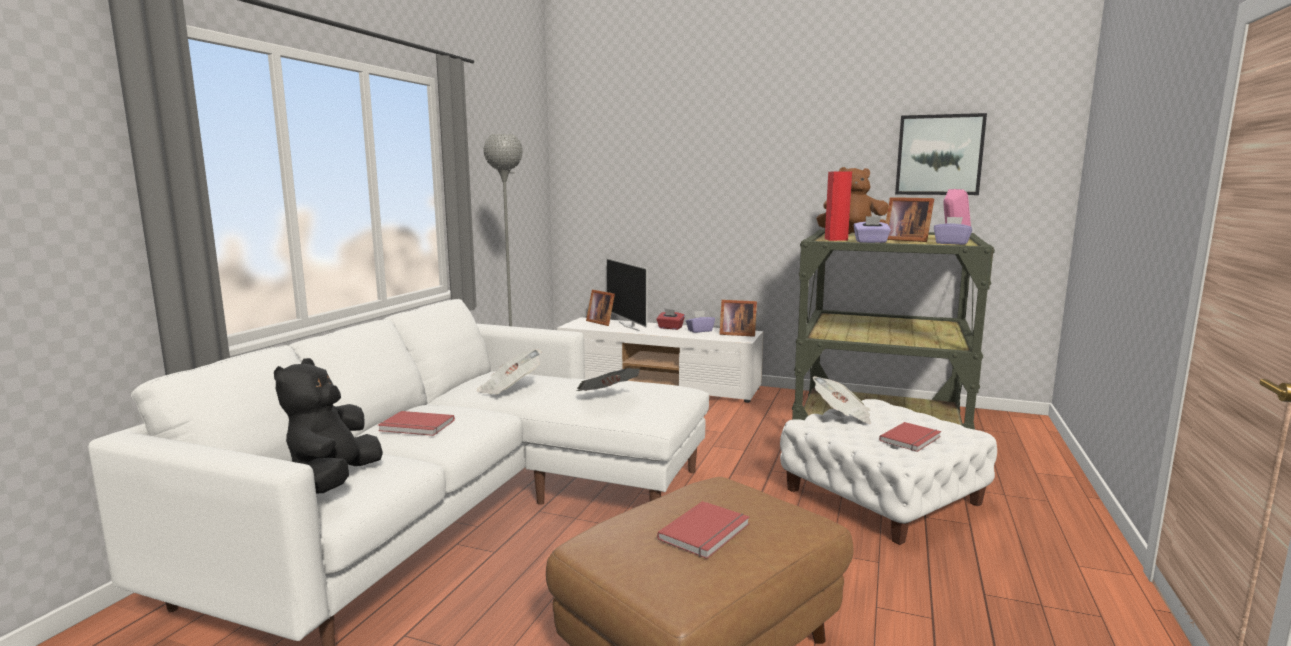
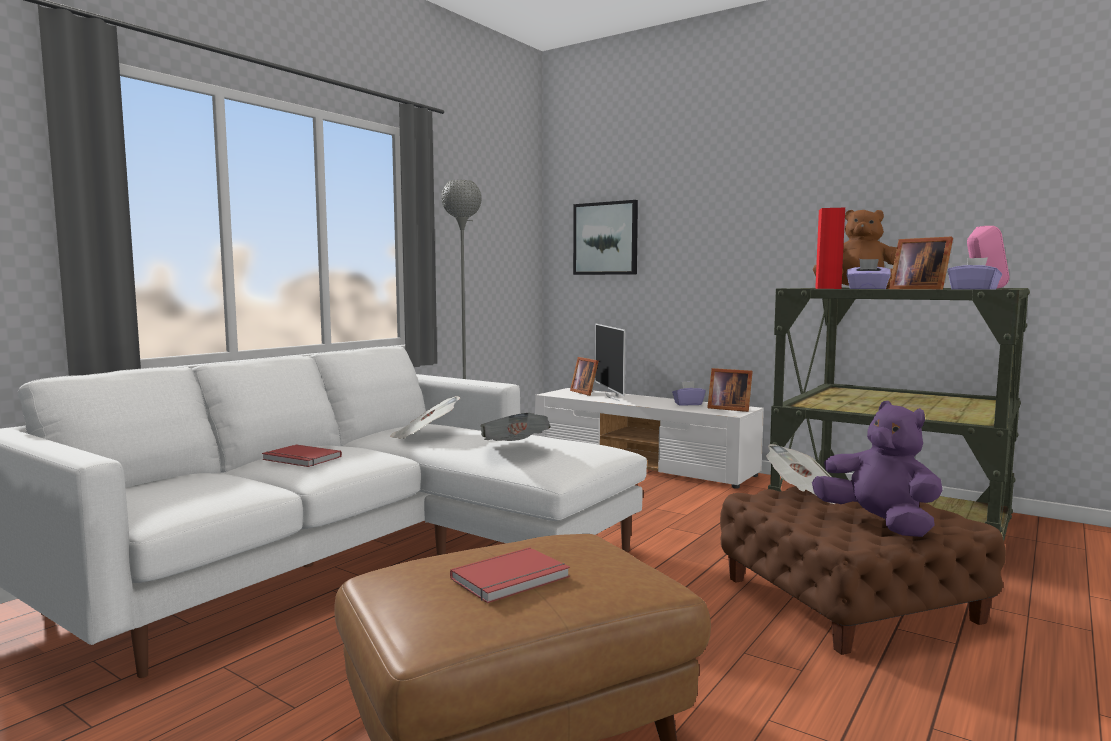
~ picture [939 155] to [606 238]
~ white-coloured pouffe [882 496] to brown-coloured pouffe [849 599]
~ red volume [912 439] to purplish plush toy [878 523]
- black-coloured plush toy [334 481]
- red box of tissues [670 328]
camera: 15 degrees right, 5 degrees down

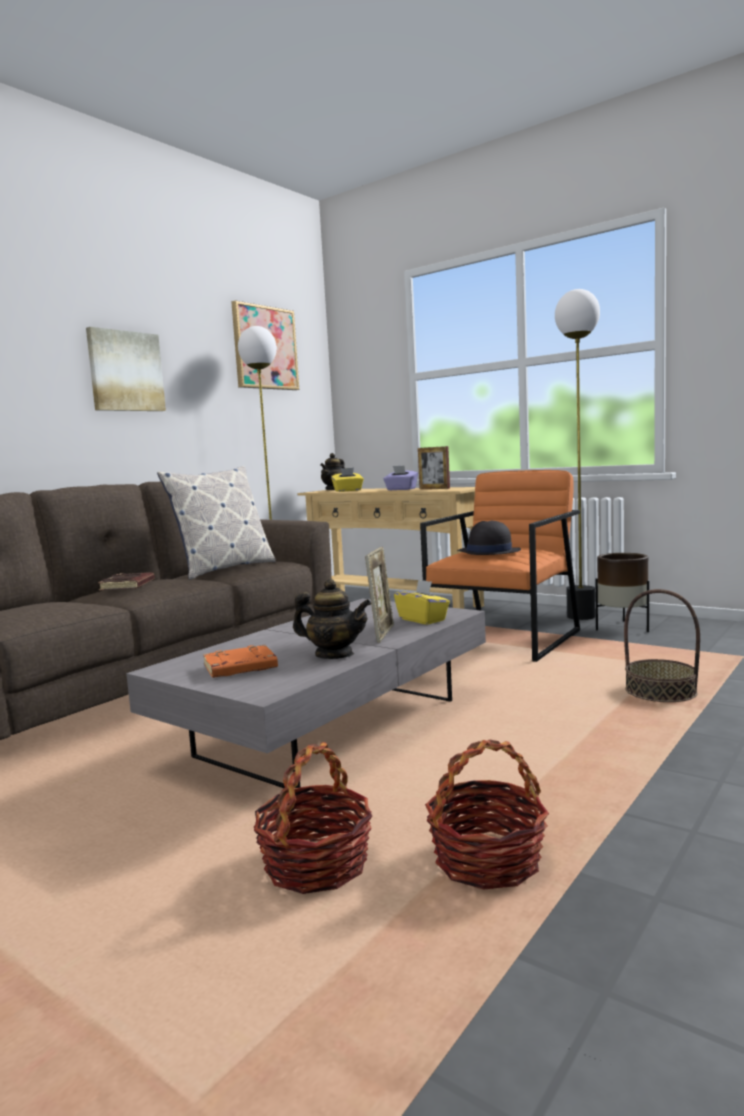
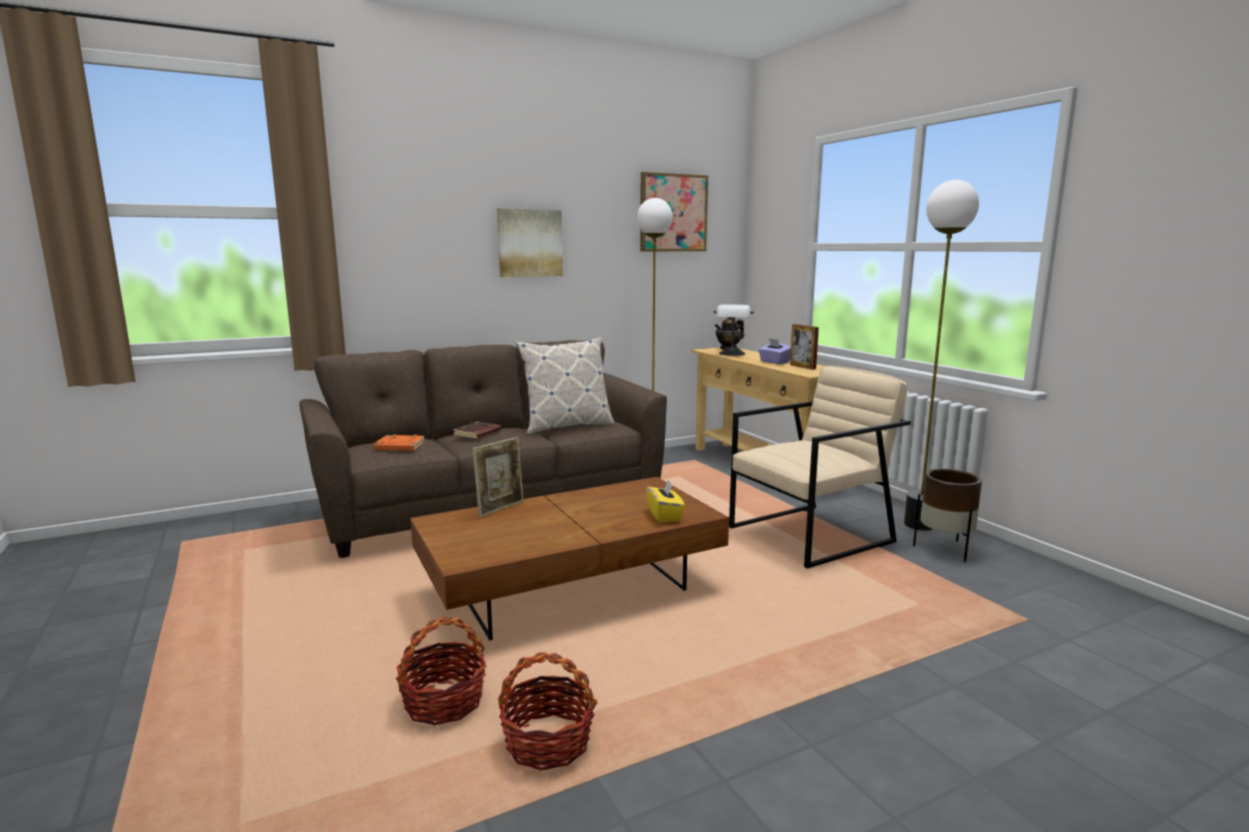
~ orange volume [240 668] to [399 447]
~ greyish coffee table [331 727] to brown-coloured coffee table [571 588]
~ standing frame [382 633] to [500 508]
~ yellow-coloured box of tissues [348 490] to tabletop lamp [732 354]
~ orange easy chair [505 639] to beige-coloured easy chair [811 535]
- tea pot [334 655]
- black-coloured clothing hat [488 552]
- basket [660 691]
camera: 25 degrees right, 5 degrees up

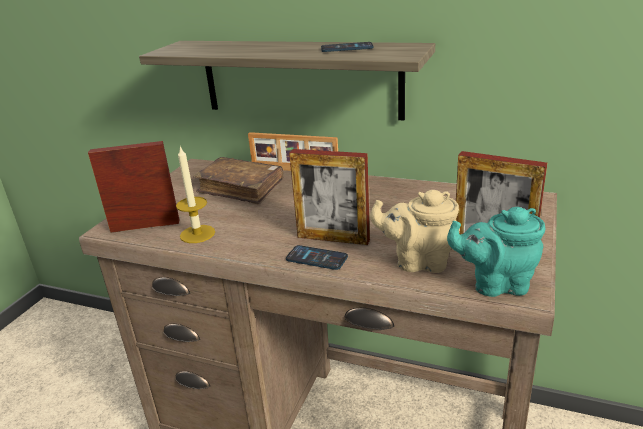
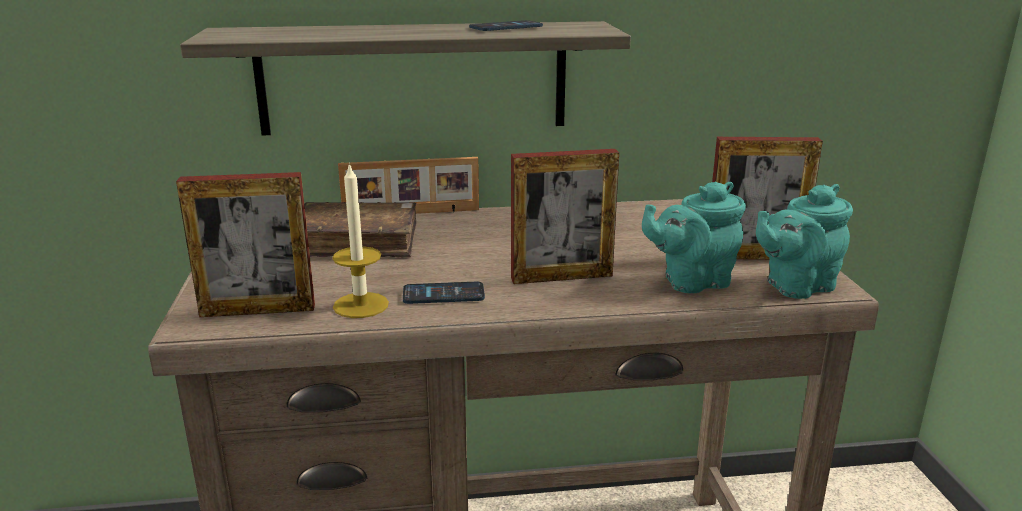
~ standing frame [145 226] = [258 310] 150 degrees counterclockwise
~ phone [316 258] to [443 294]
~ beige-coloured tea pot [418 261] to blue-green tea pot [691 281]
camera: 30 degrees left, 5 degrees down

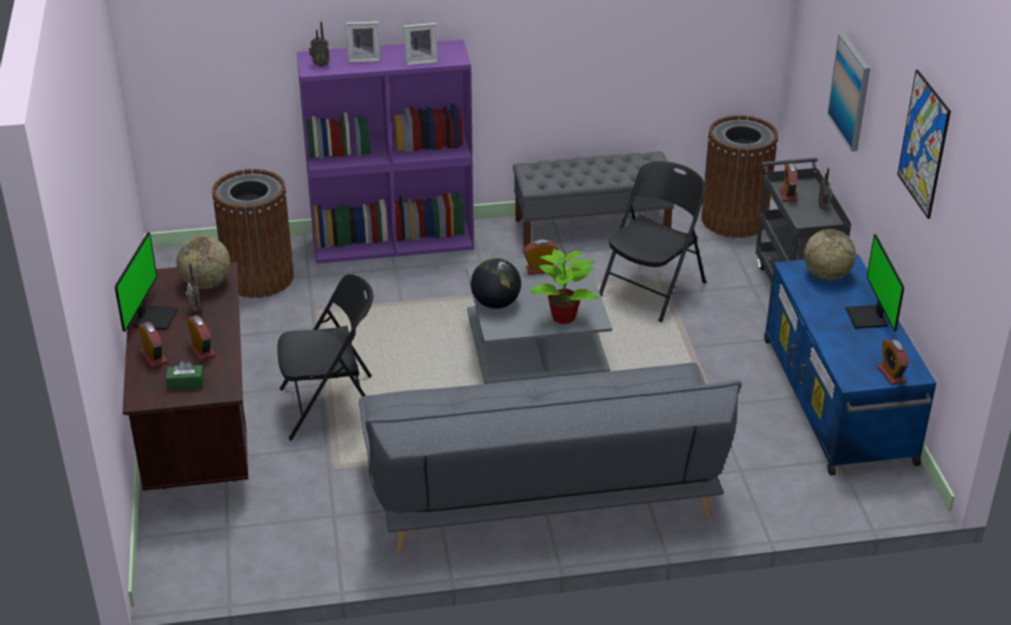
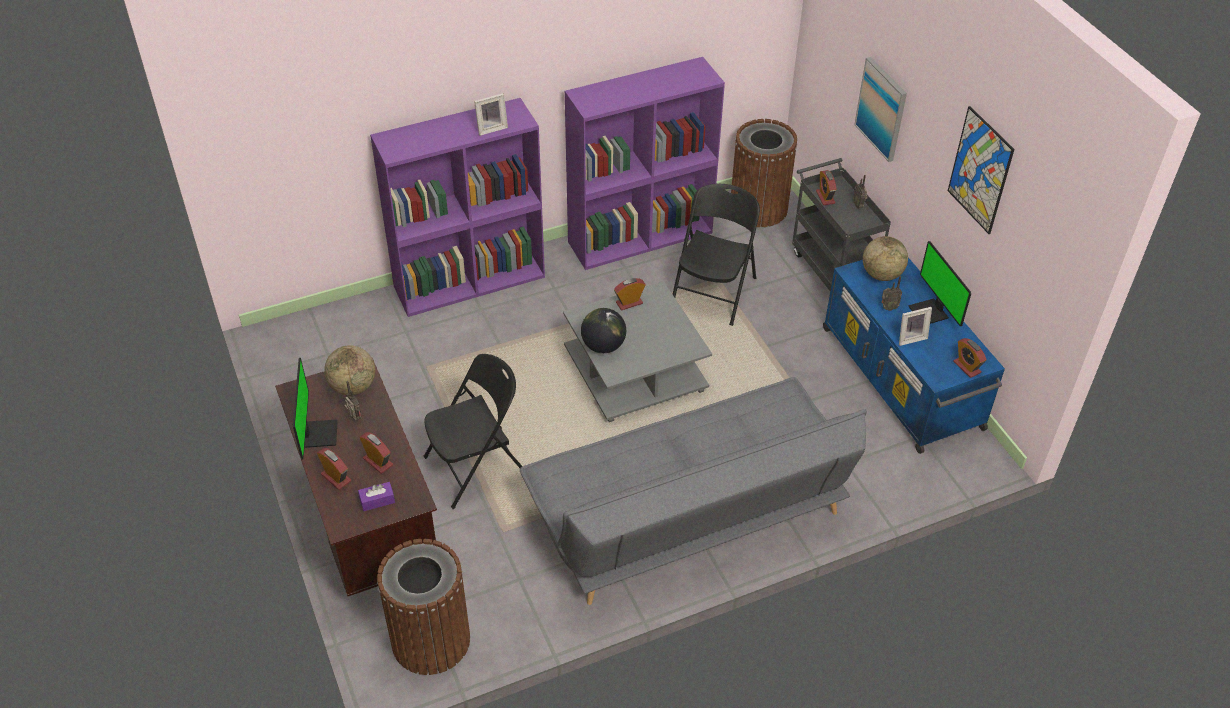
~ green-coloured box of tissues [185 383] to purplish box of tissues [377 500]
~ brown-coloured waste bin [259 277] to [431 640]
~ greyish long seat [592 227] to purplish bookshelf [640 236]
~ radio [320 64] to [888 308]
~ standing frame [364 58] to [910 337]
- potted plant [564 316]
camera: 15 degrees left, 10 degrees up

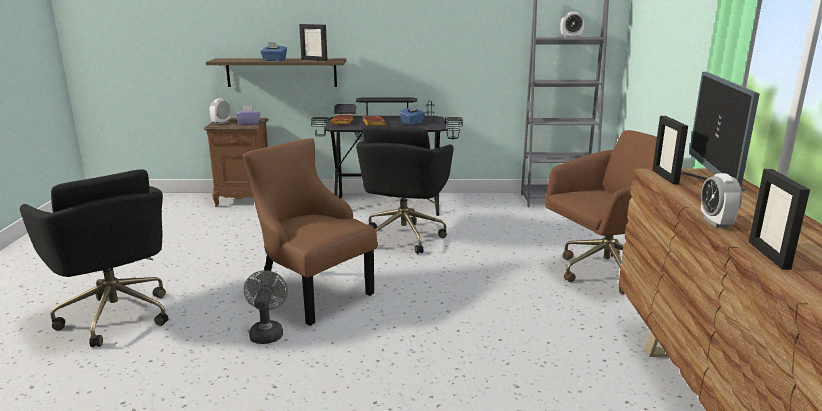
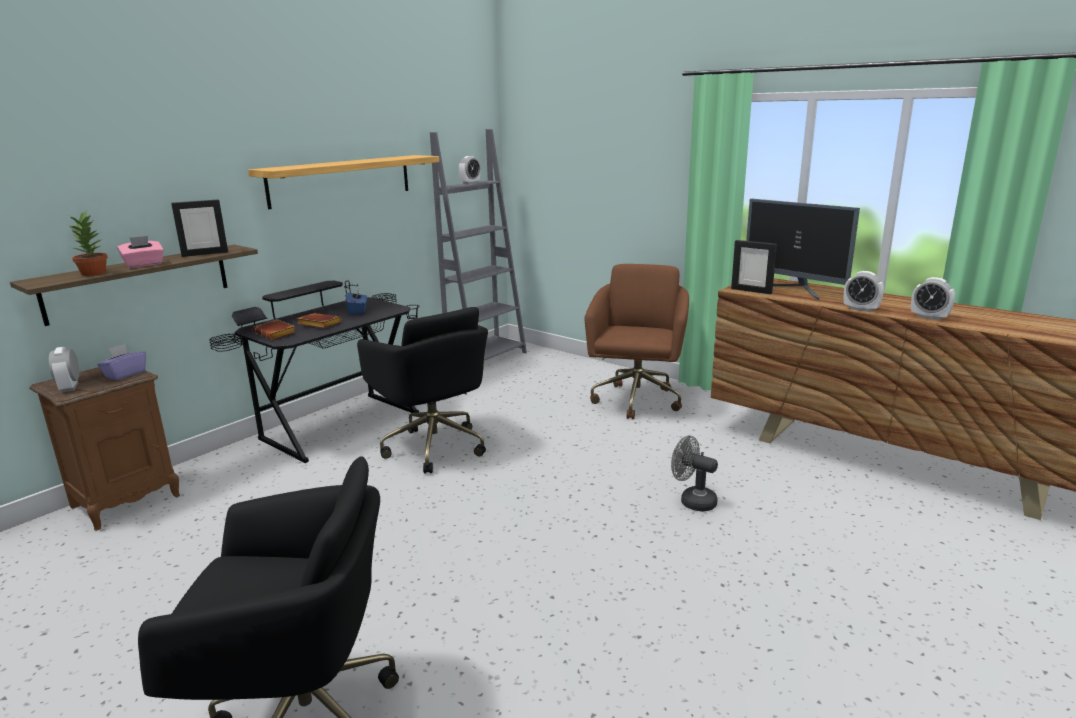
+ potted plant [94 273]
~ blue box of tissues [274 60] to pink box of tissues [144 265]
+ shelf [341 180]
~ greyish cooling fan [267 332] to [692 501]
~ standing frame [770 255] to bedside clock [929 317]
- brown-coloured chair [314 295]
camera: 50 degrees left, 0 degrees up

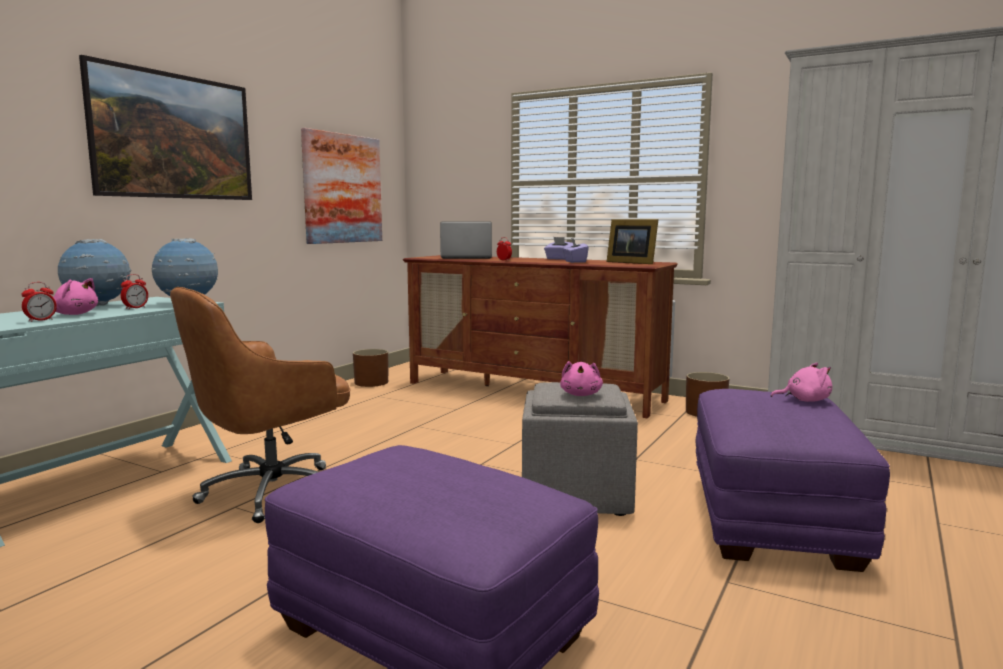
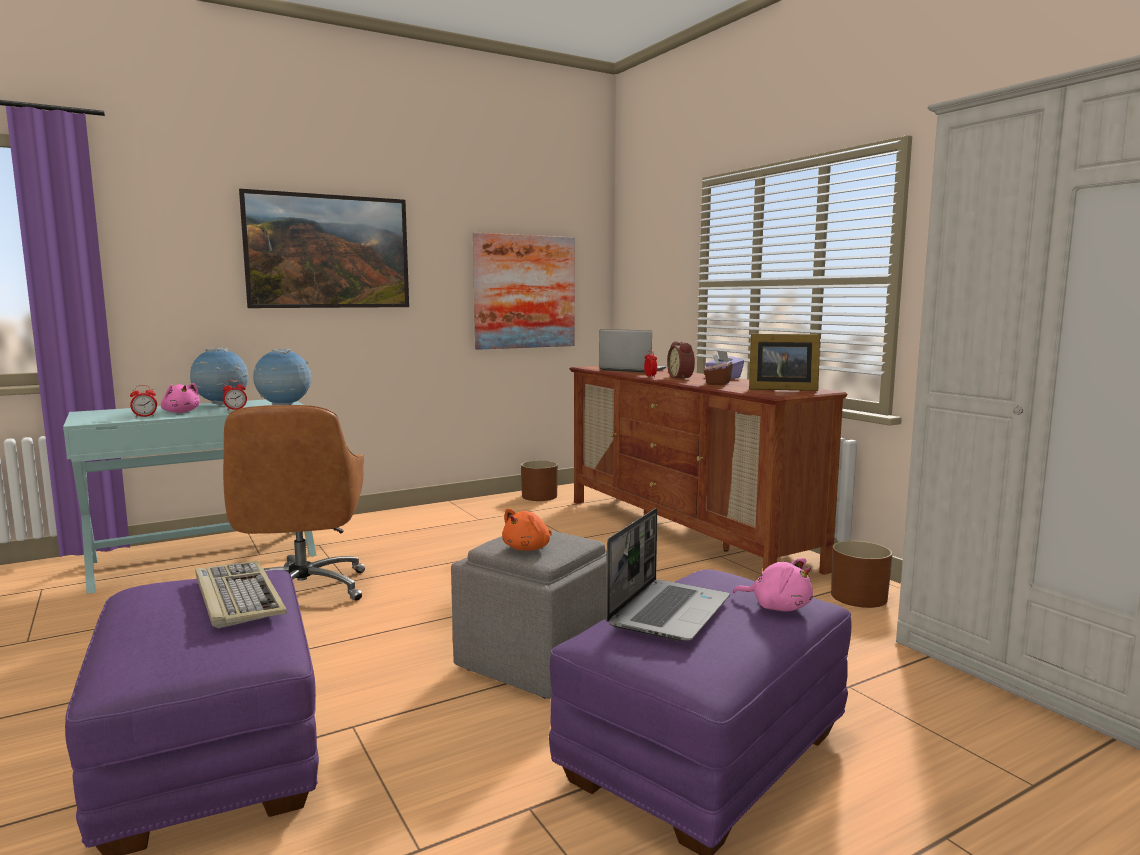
+ PC keyboard [236 597]
~ brown-coloured desk chair [271 491] = [301 590] 90 degrees counterclockwise
~ pink plush toy [581 394] to orange plush toy [528 548]
+ portable computer [668 611]
+ bedside clock [682 378]
~ purplish box of tissues [574 262] to brown-coloured box of tissues [717 383]
~ standing frame [631 262] = [780 389] 60 degrees counterclockwise
camera: 30 degrees right, 0 degrees up

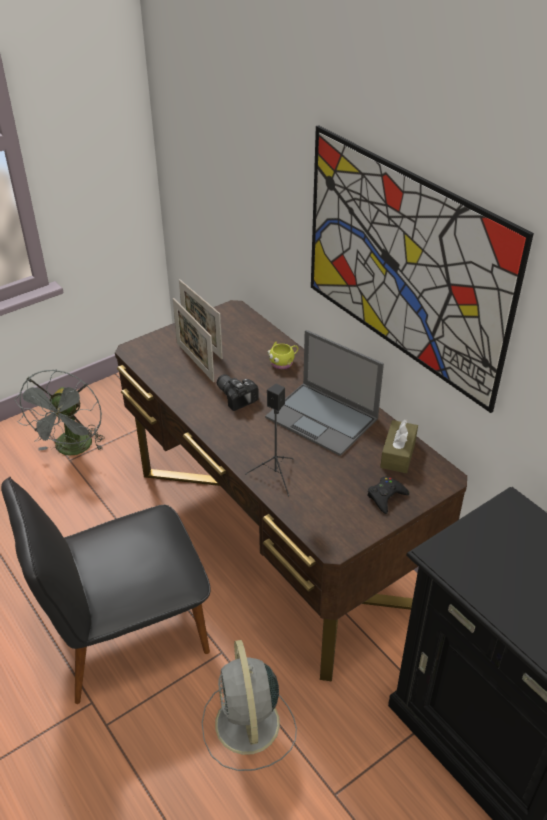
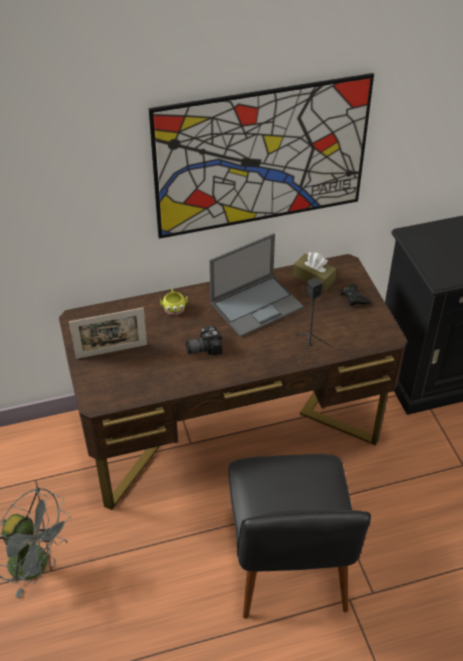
- standing frame [195 362]
- greyish cooling fan [248 726]
camera: 70 degrees left, 5 degrees up

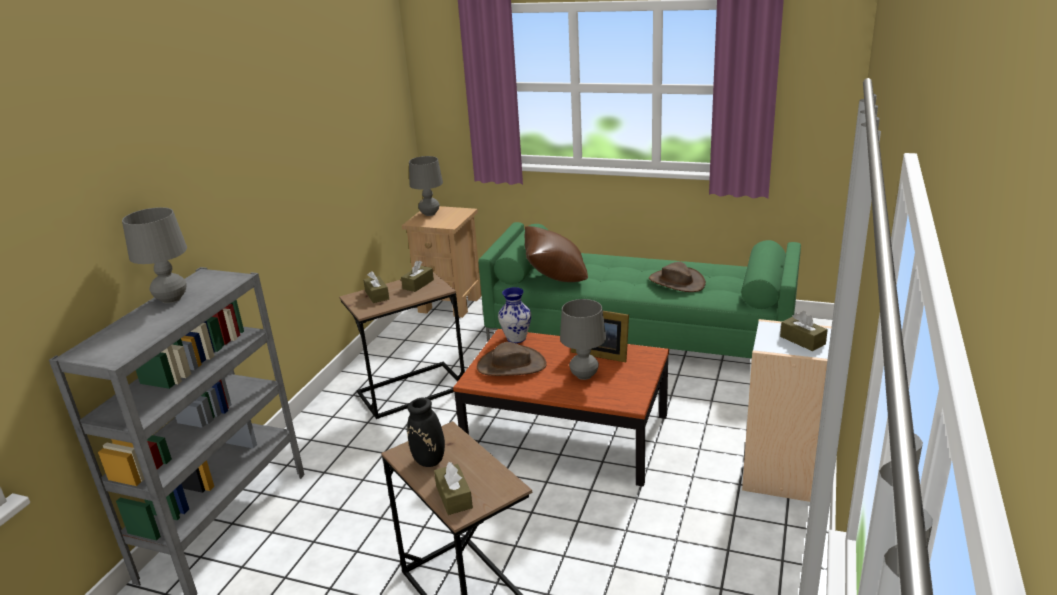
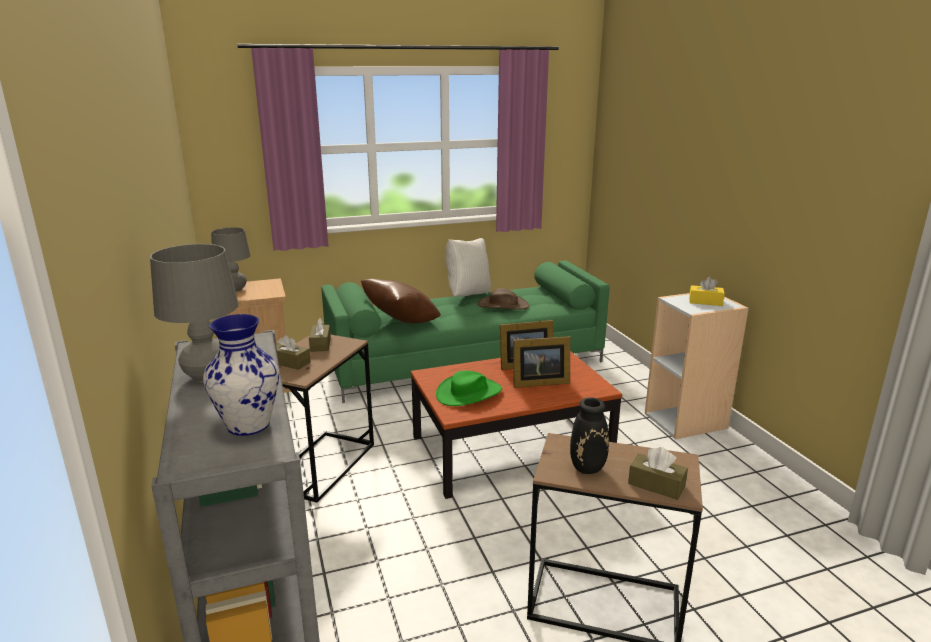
~ flower vase [515 338] to [247 425]
~ brown-coloured clothing hat [511 365] to green-coloured clothing hat [469 393]
+ white-coloured cushion [467 295]
~ greyish tabletop lamp [584 375] to standing frame [538 382]
~ brown-coloured box of tissues [802 340] to yellow-coloured box of tissues [705 302]
camera: 40 degrees left, 5 degrees down

